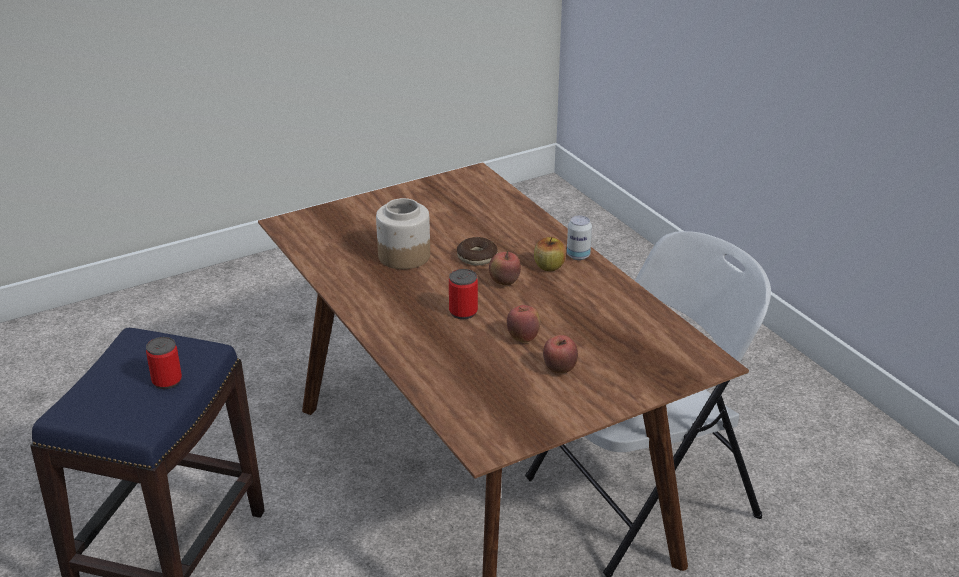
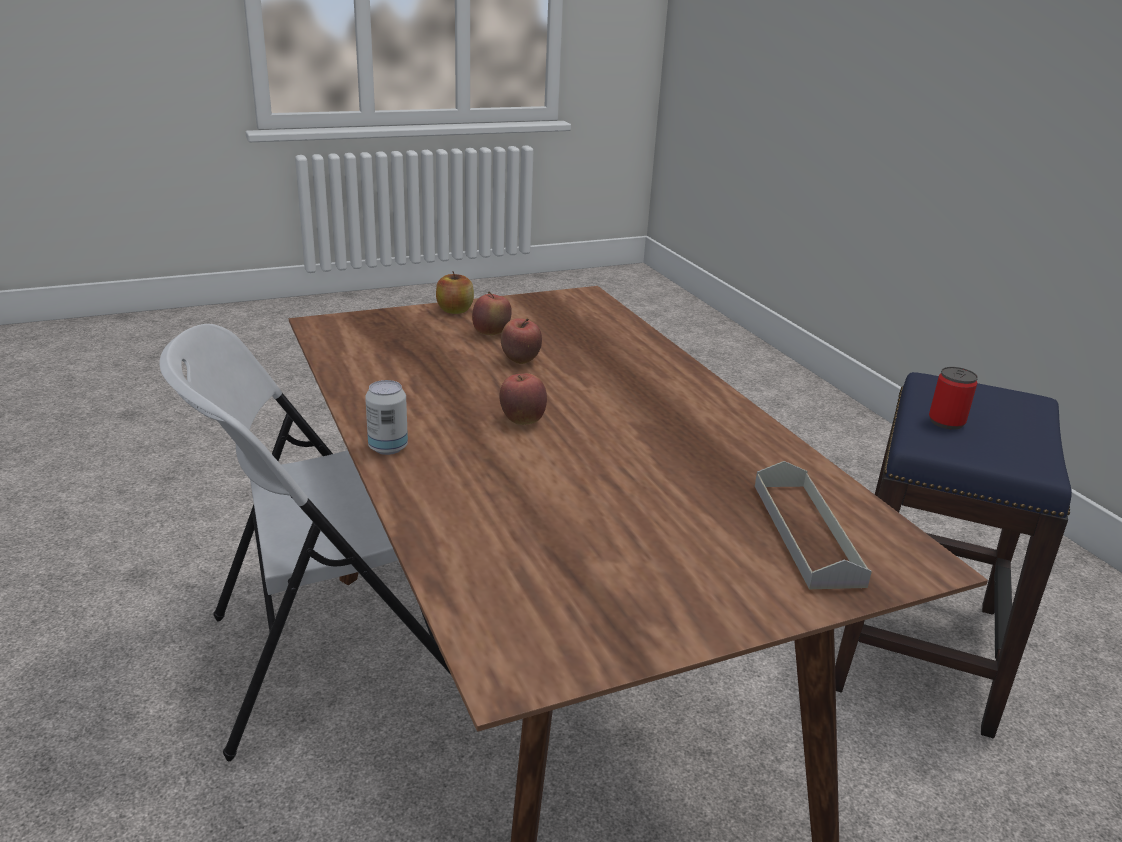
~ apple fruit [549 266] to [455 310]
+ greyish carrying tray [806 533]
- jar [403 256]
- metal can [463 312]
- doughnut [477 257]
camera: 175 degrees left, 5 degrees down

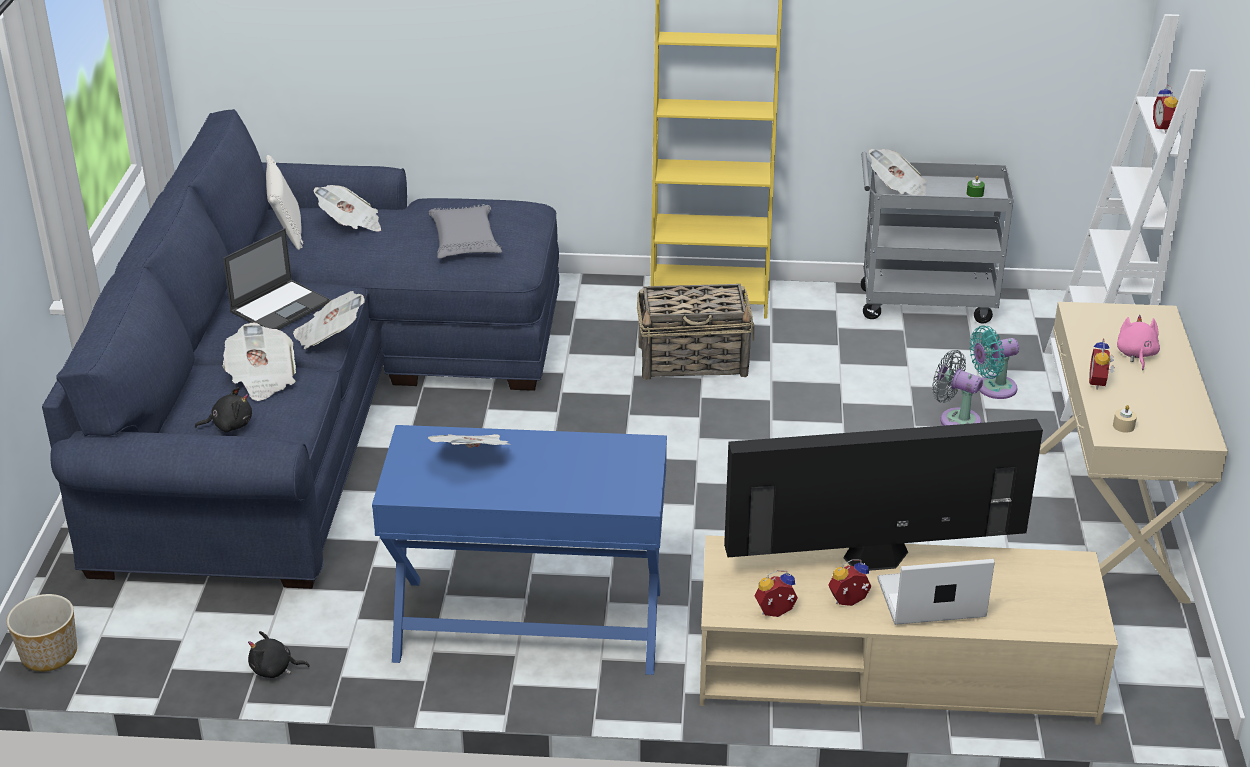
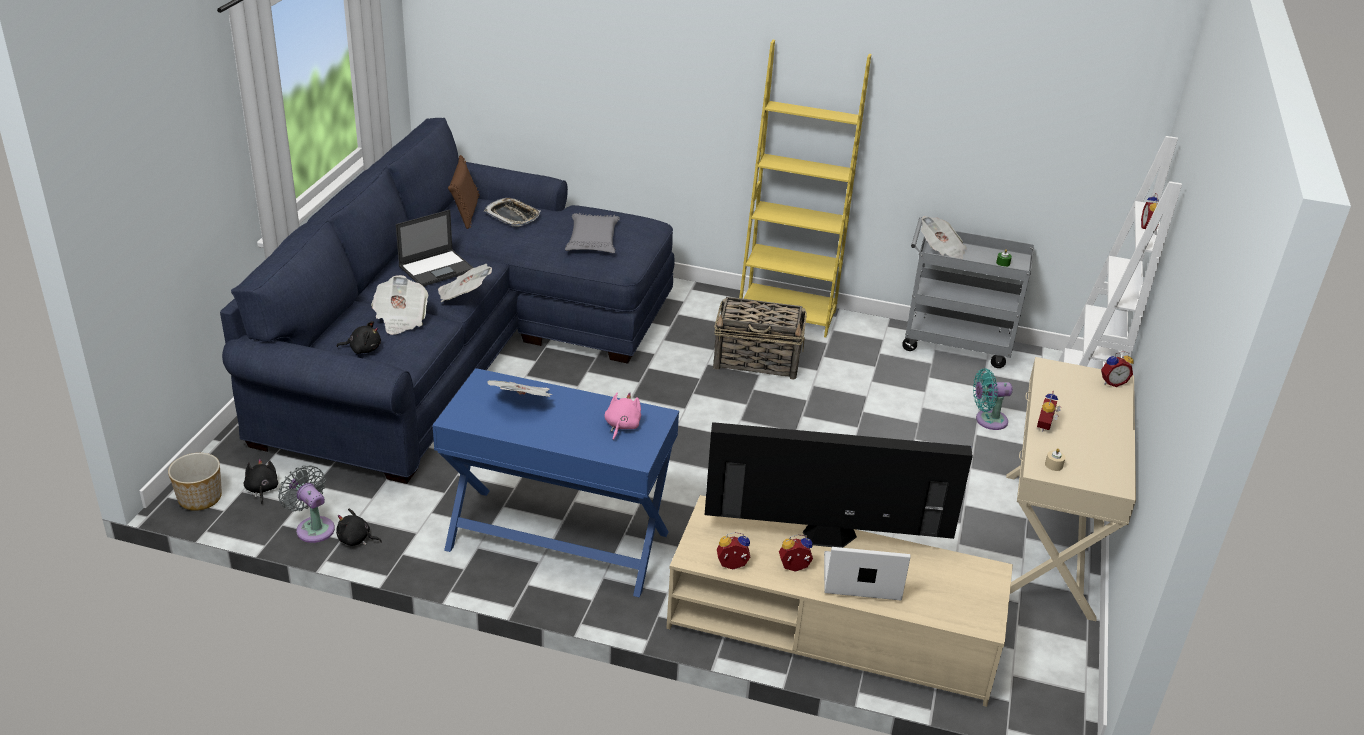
+ black-coloured plush toy [262 489]
~ greyish cooling fan [956 419] to [313 527]
~ white-coloured cushion [286 228] to brown-coloured cushion [465 211]
~ newspaper [351 224] to carrying tray [512 216]
~ pink plush toy [1136 355] to [621 426]
+ bedside clock [1112 382]
camera: 10 degrees right, 0 degrees up

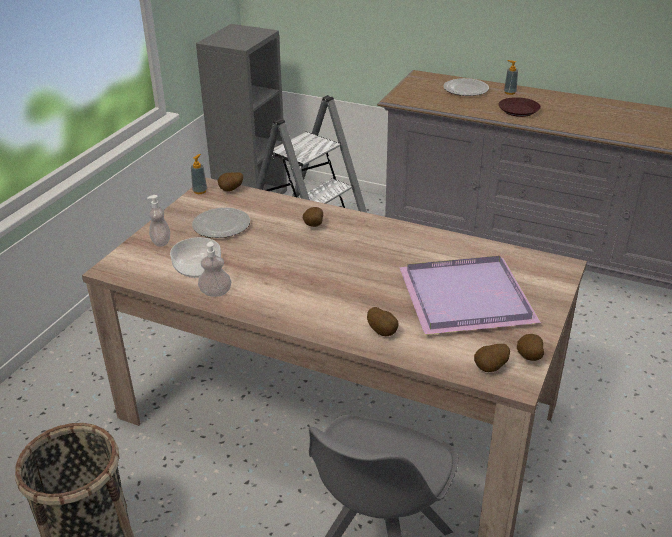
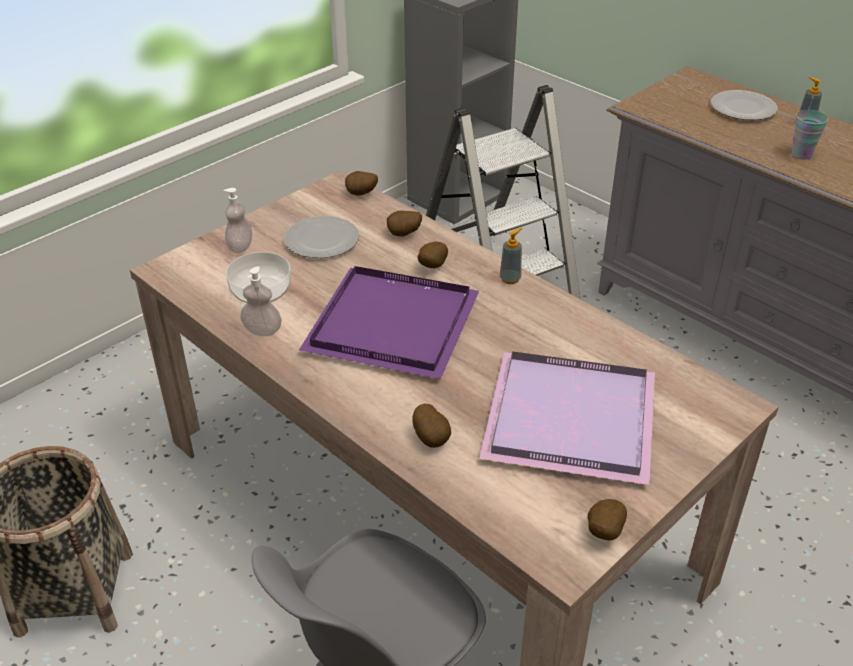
+ purplish carrying tray [396 323]
~ whole potato [491 368] to [404 235]
~ soap bottle [200 191] to [510 279]
~ brown-coloured dinner plate [519 110] to small cup [801 154]
camera: 20 degrees right, 5 degrees up

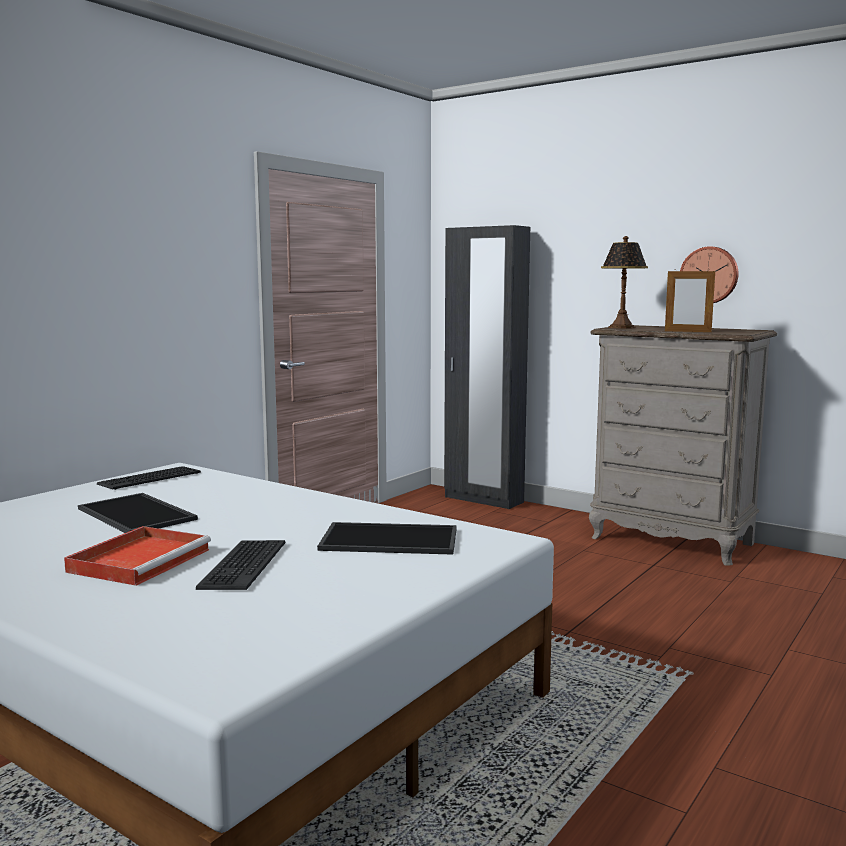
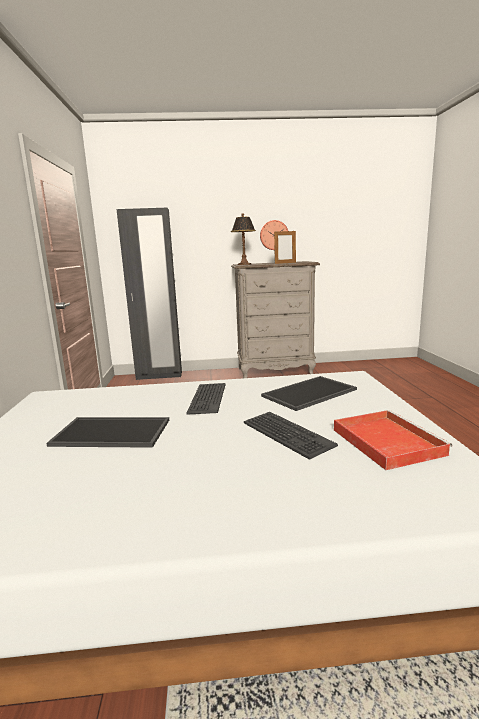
~ PC keyboard [149 478] to [207 398]
~ red carrying tray [141 559] to [385 441]
camera: 40 degrees left, 5 degrees up

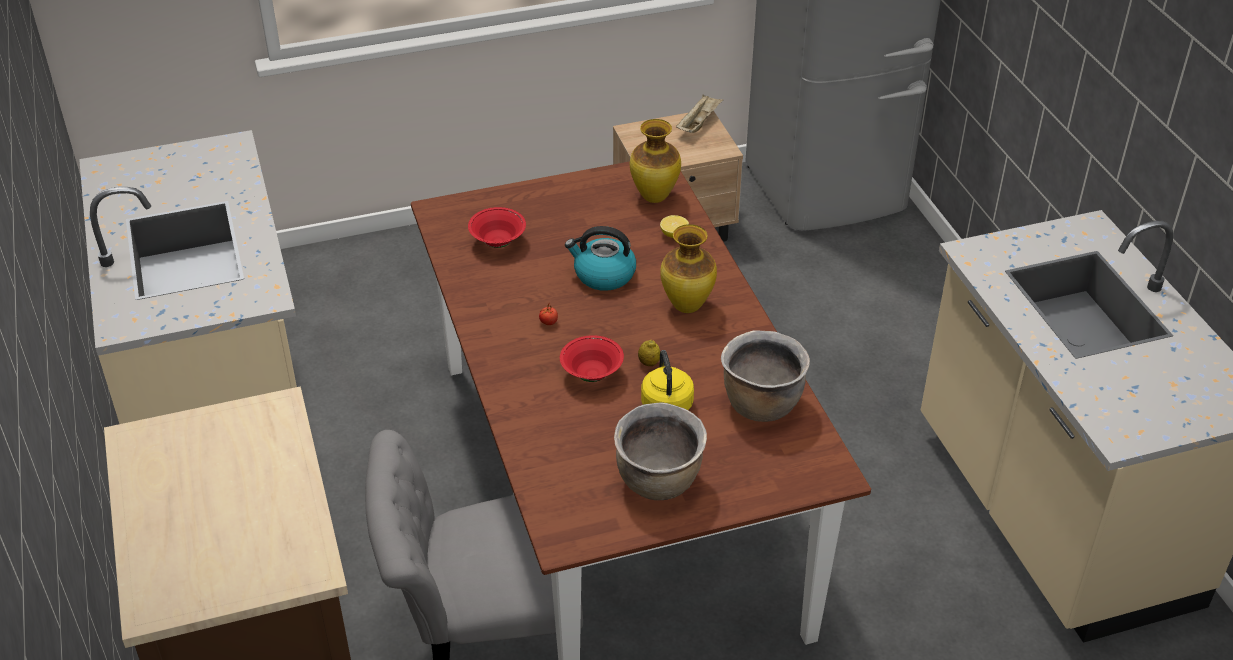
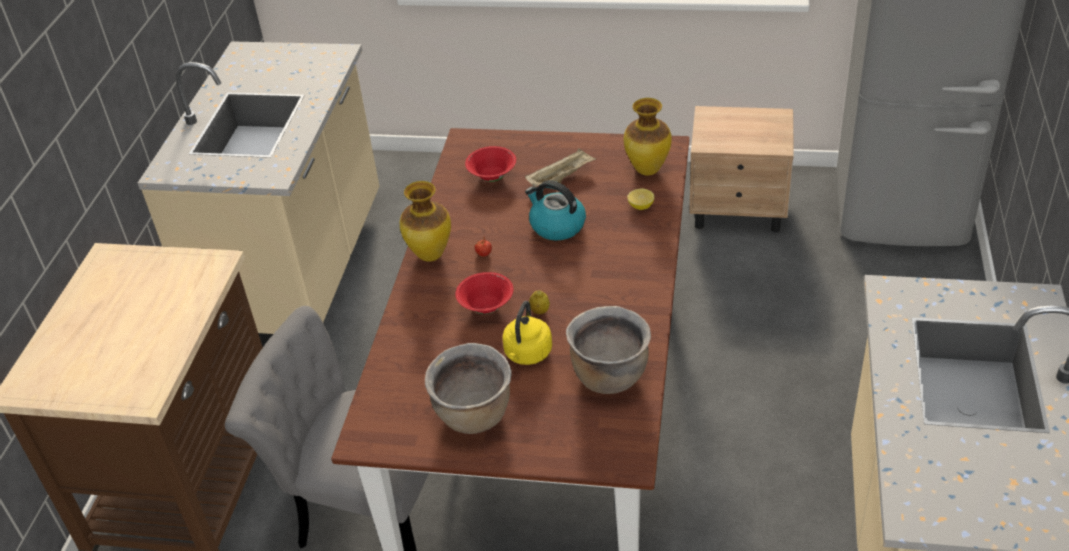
~ flower vase [686 307] to [429 255]
~ beige-coloured carrying tray [698 123] to [561 178]
camera: 30 degrees right, 0 degrees up

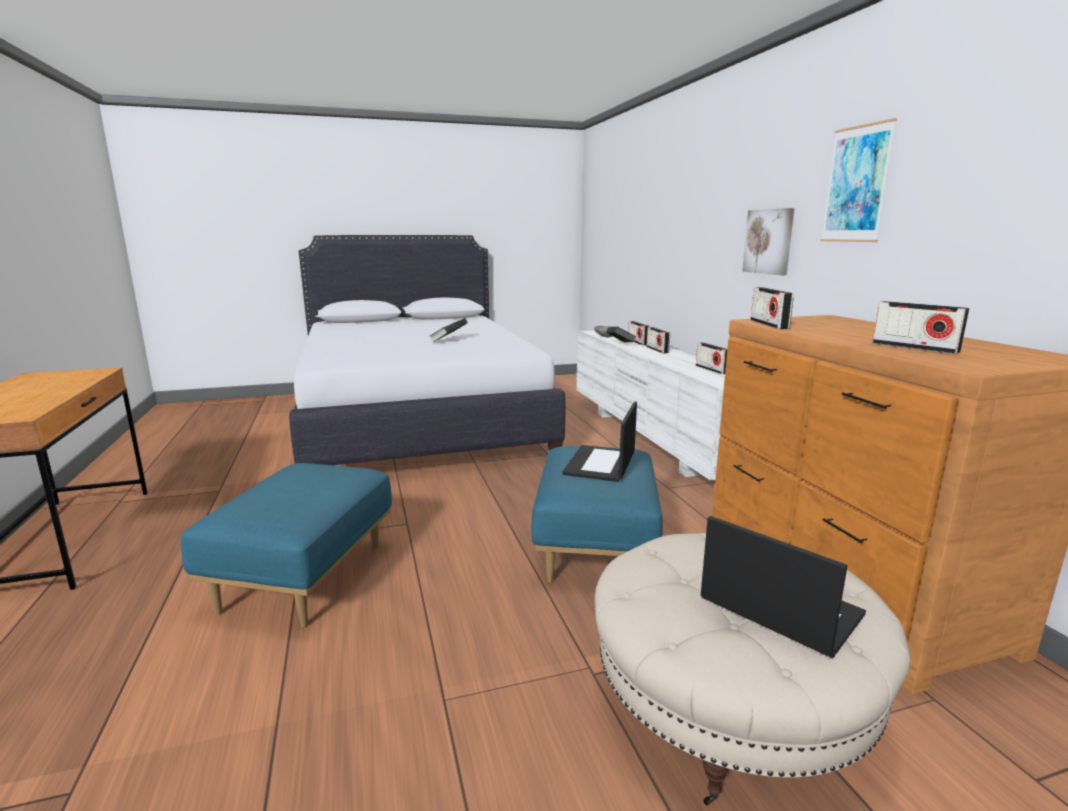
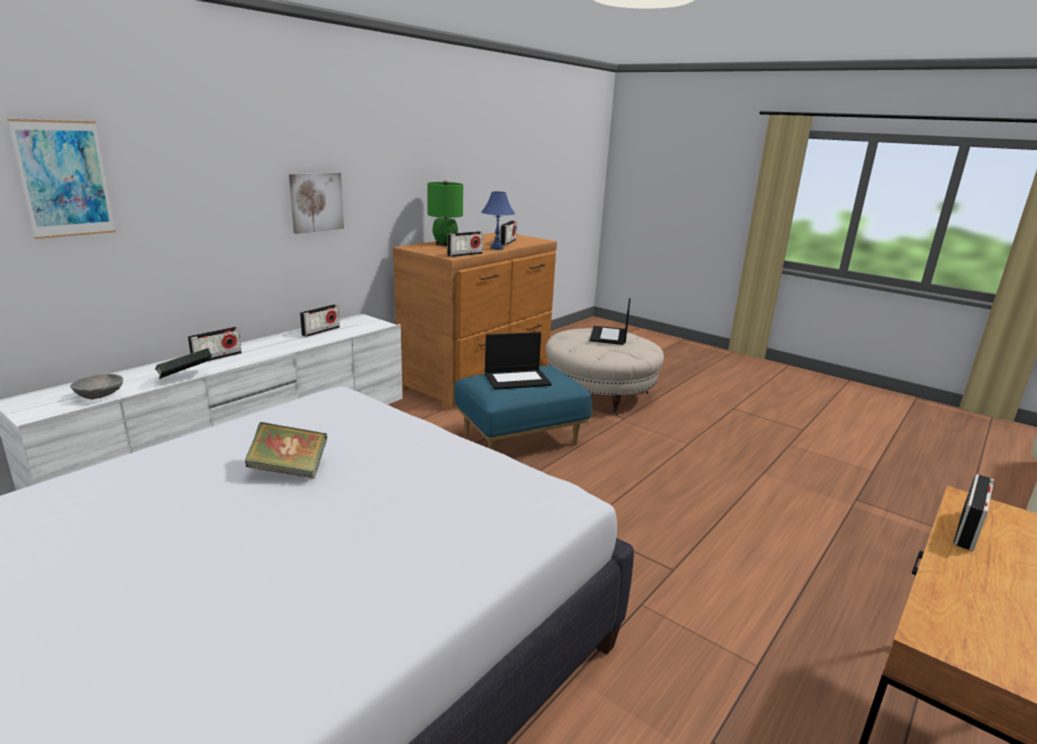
~ picture [856 184] to [64 179]
+ green-coloured tabletop lamp [445 244]
+ blue tabletop lamp [496 248]
~ radio [637 342] to [967 530]
- blue pouffe [305 578]
camera: 125 degrees left, 5 degrees up

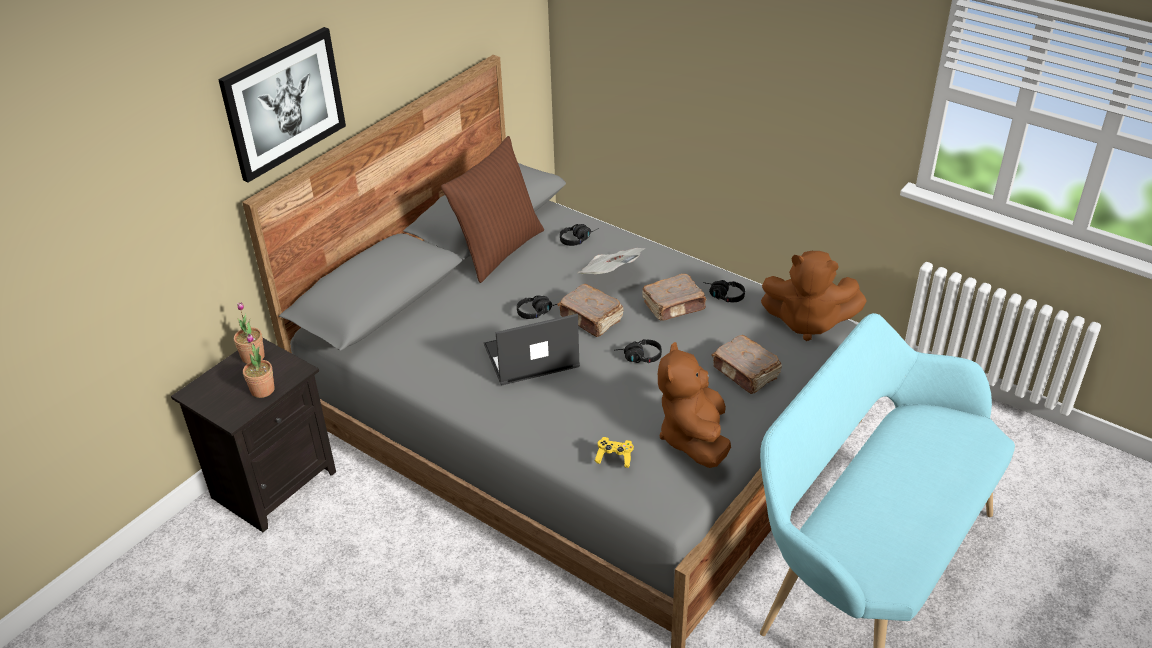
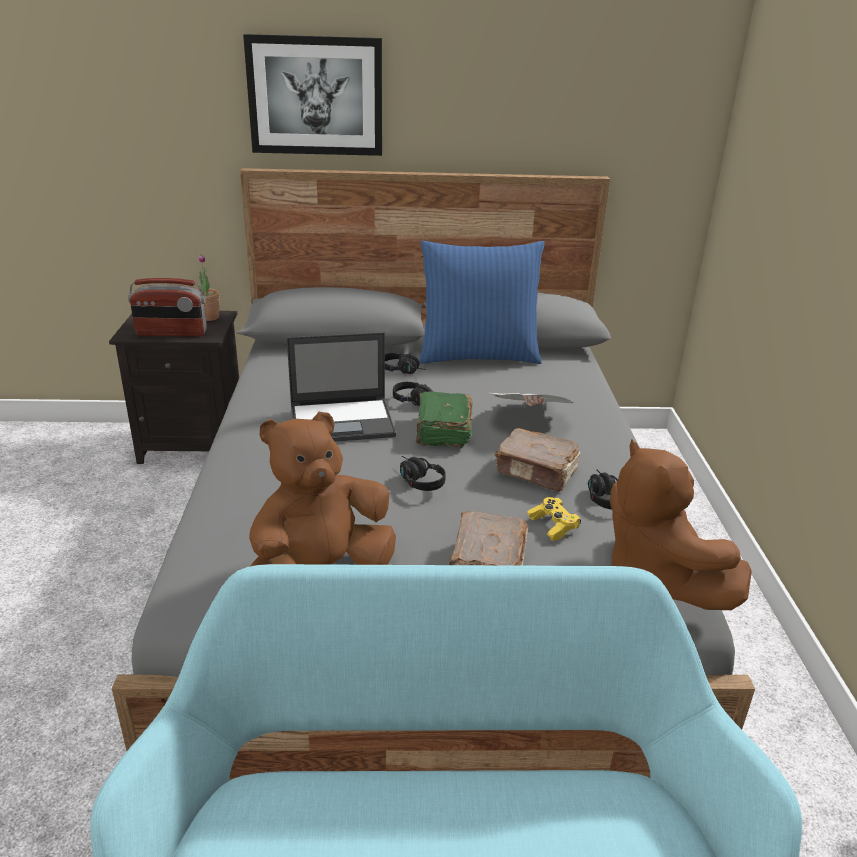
~ potted plant [262 390] to radio [171 333]
~ portable computer [530 356] = [343 421] 135 degrees clockwise
~ black-coloured headphones [578 239] to [404 371]
~ brown-coloured volume [591 319] to green-coloured volume [443 431]
~ brown-coloured cushion [498 250] to blue cushion [478 355]
~ yellow-coloured gamepad [614 457] to [553 526]
camera: 50 degrees right, 10 degrees down

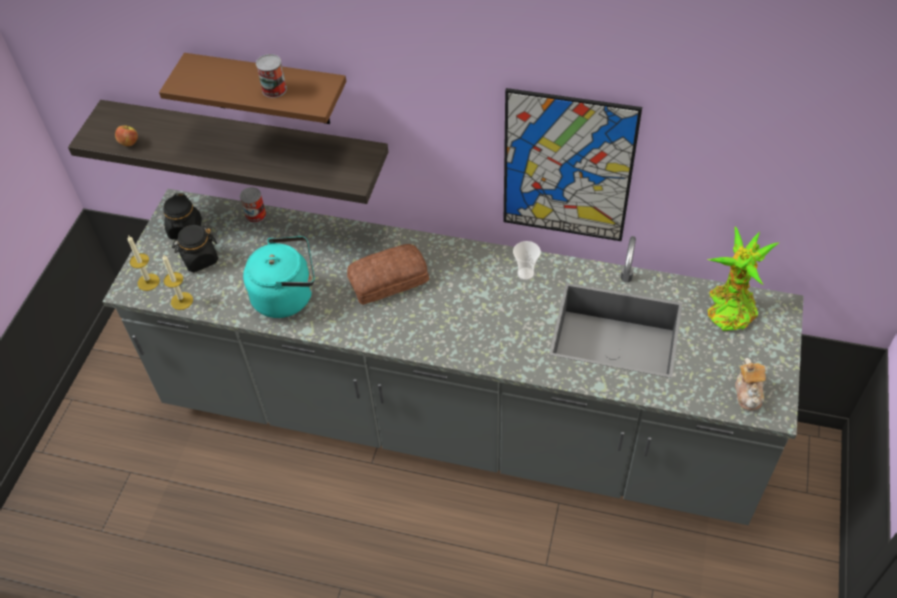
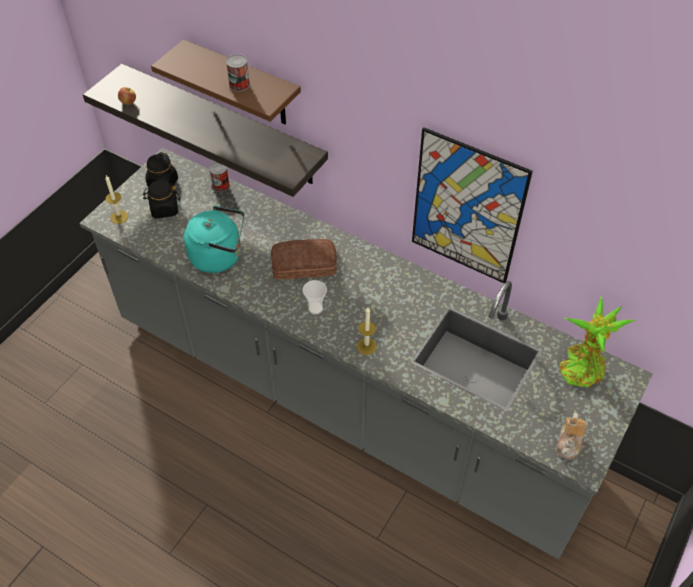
~ small cup [525 274] to [315 308]
~ wax light [182 301] to [366 346]
camera: 15 degrees right, 0 degrees up

